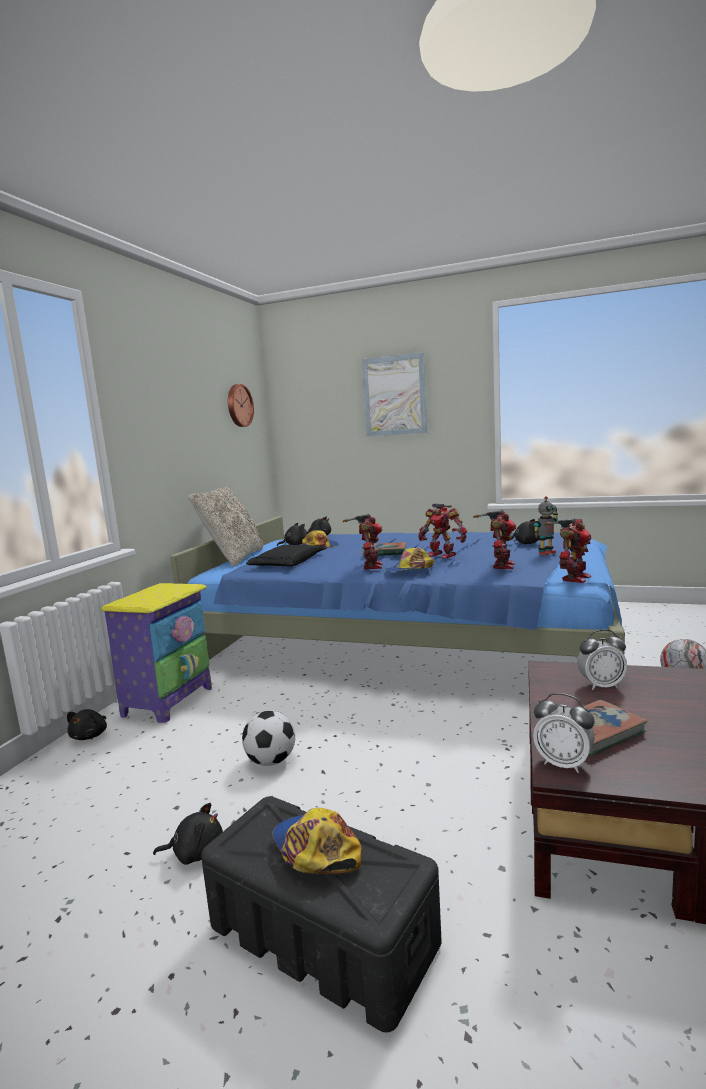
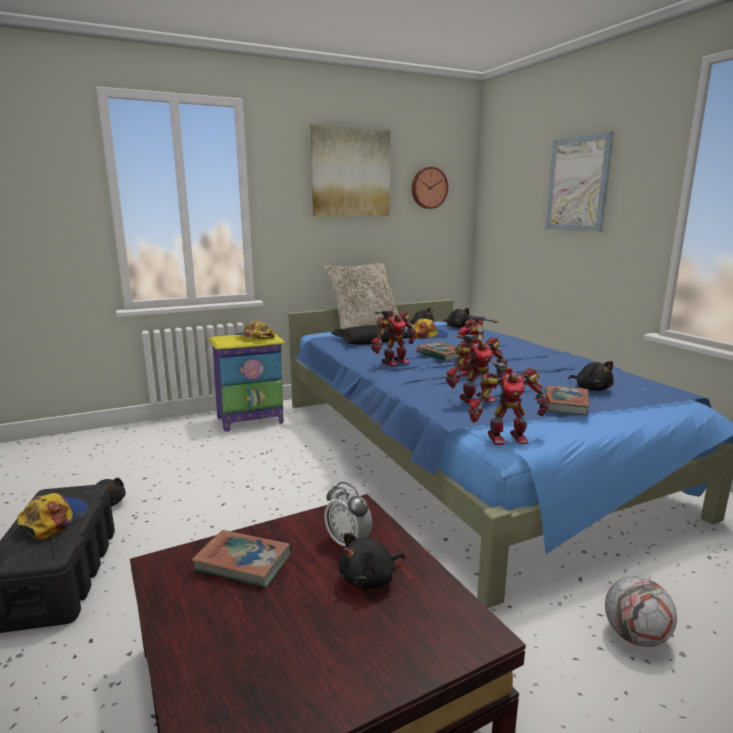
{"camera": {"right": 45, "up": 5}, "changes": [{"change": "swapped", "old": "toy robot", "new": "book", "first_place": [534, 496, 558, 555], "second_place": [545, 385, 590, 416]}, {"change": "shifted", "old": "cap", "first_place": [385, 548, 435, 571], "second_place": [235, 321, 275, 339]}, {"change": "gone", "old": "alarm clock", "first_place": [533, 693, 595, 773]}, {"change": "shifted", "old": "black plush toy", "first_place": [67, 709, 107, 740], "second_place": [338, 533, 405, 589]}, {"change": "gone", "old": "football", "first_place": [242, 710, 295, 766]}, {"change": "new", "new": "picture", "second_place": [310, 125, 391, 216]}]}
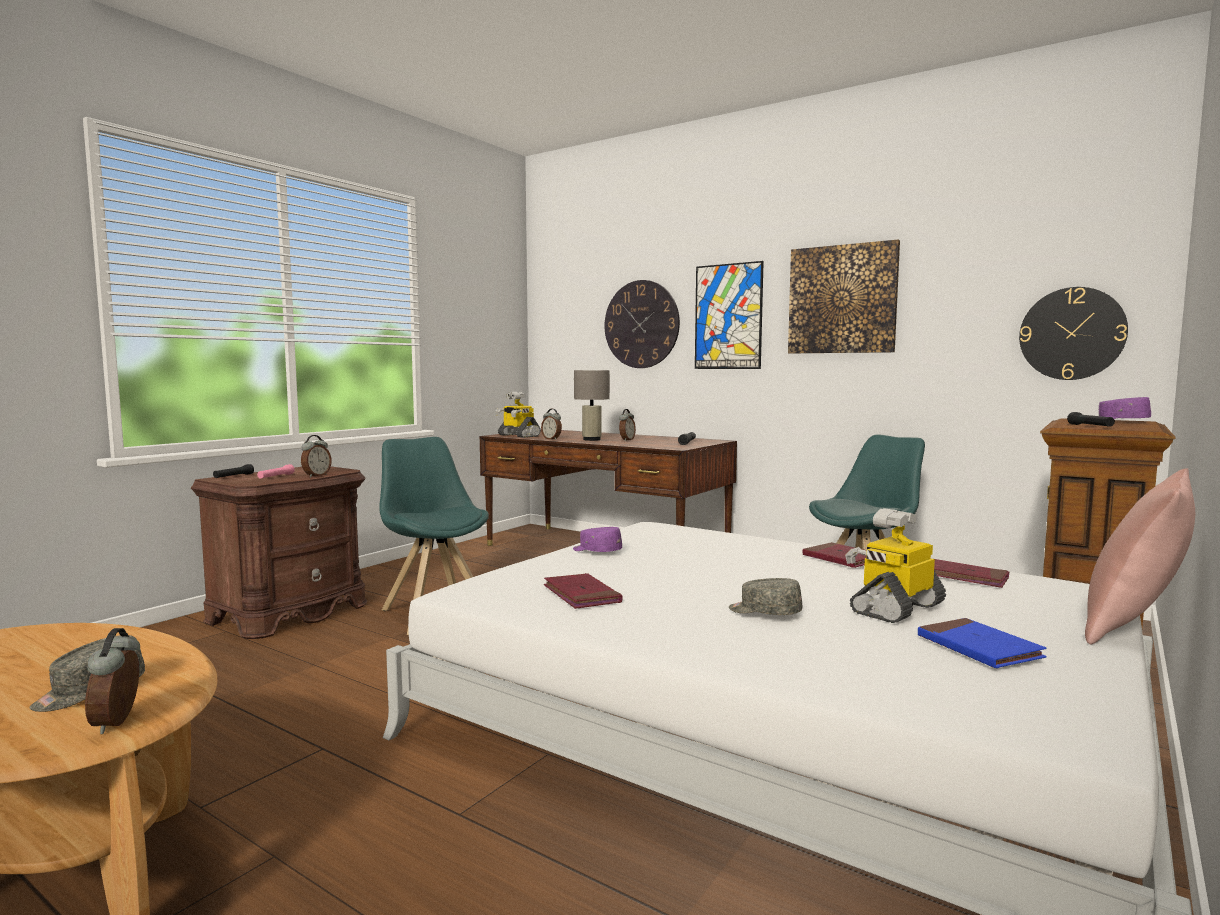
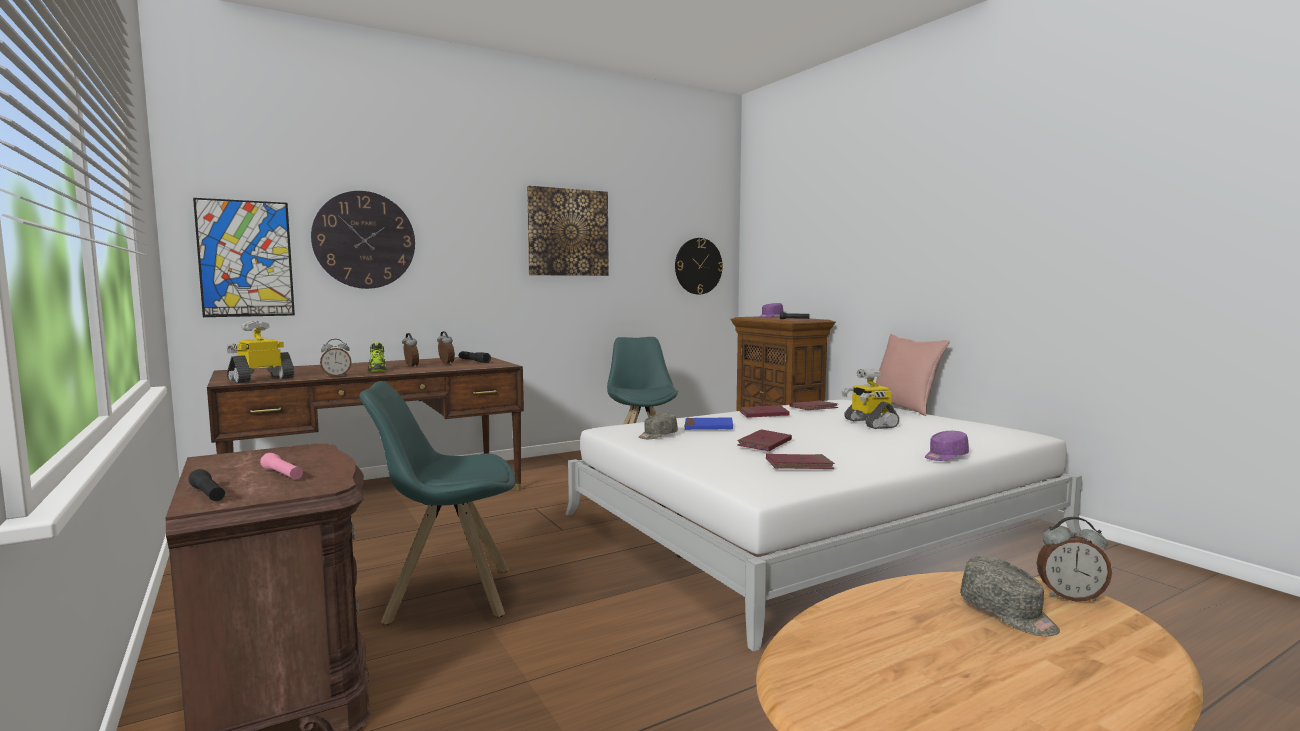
{"camera": {"right": -65, "up": 0}, "changes": [{"change": "shifted", "old": "picture", "first_place": [695, 261, 764, 369], "second_place": [193, 198, 295, 317]}, {"change": "swapped", "old": "grey table lamp", "new": "shoe", "first_place": [574, 370, 610, 441], "second_place": [368, 343, 387, 372]}, {"change": "rotated", "old": "toy robot", "first_place": [495, 392, 541, 438], "second_place": [227, 321, 294, 383], "degrees": 150}, {"change": "shifted", "old": "alarm clock", "first_place": [301, 435, 332, 478], "second_place": [437, 331, 455, 364]}, {"change": "shifted", "old": "purple cap", "first_place": [573, 527, 622, 552], "second_place": [925, 431, 969, 461]}, {"change": "shifted", "old": "grey cap", "first_place": [729, 578, 802, 615], "second_place": [639, 413, 678, 439]}, {"change": "shifted", "old": "blue book", "first_place": [918, 618, 1046, 668], "second_place": [685, 417, 733, 430]}, {"change": "new", "new": "red book", "second_place": [737, 429, 792, 451]}]}
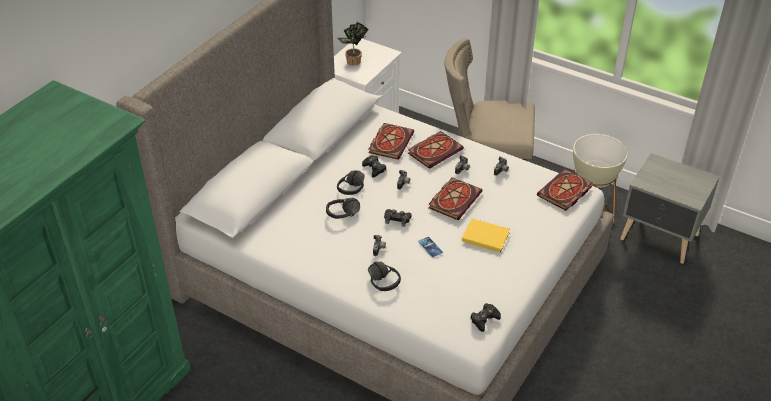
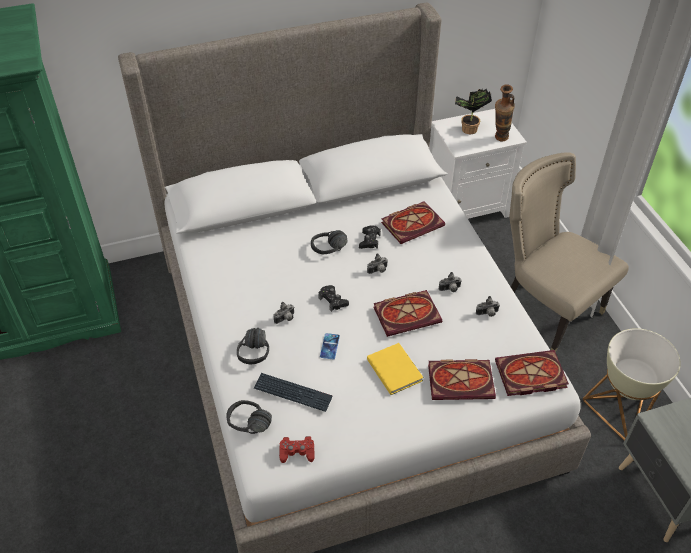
{"camera": {"right": 40, "up": 5}, "changes": [{"change": "shifted", "old": "book", "first_place": [408, 131, 464, 169], "second_place": [428, 359, 496, 400]}, {"change": "shifted", "old": "black headphones", "first_place": [326, 198, 360, 219], "second_place": [227, 400, 272, 434]}, {"change": "repainted", "old": "black game controller", "new": "red game controller", "first_place": [470, 303, 501, 332], "second_place": [279, 436, 315, 463]}, {"change": "new", "new": "vase", "second_place": [495, 84, 515, 141]}, {"change": "new", "new": "keyboard", "second_place": [254, 373, 333, 412]}]}
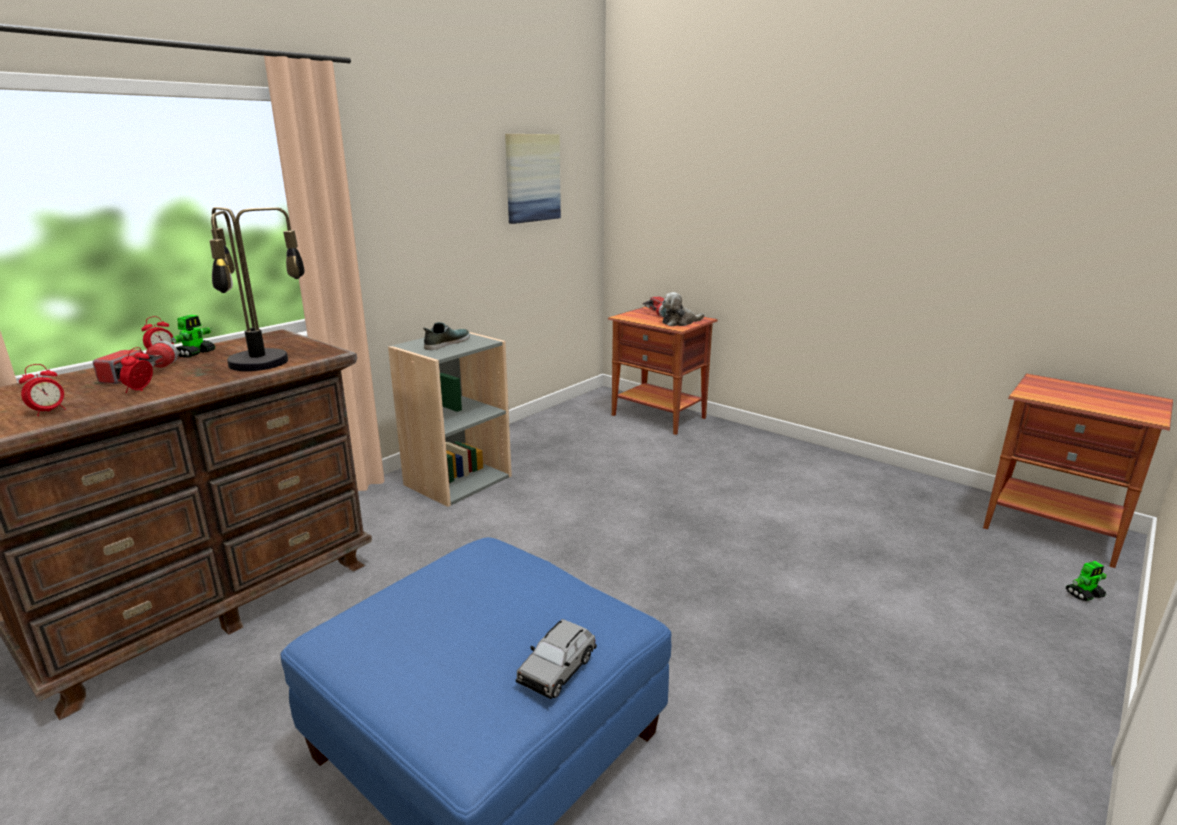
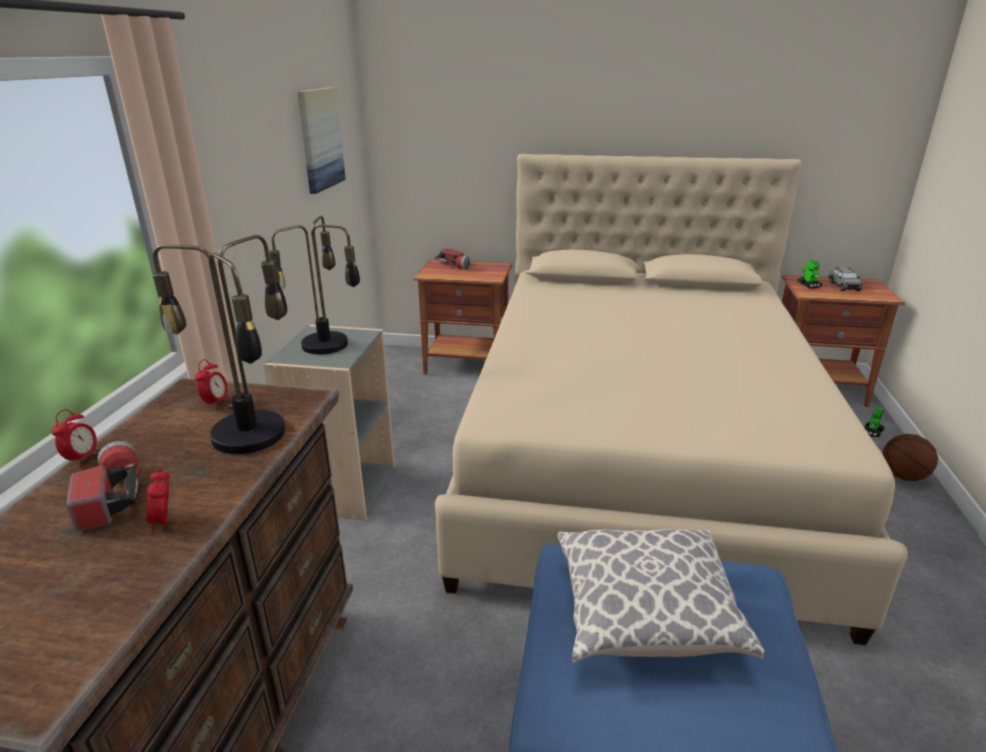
{"camera": {"right": -30, "up": 5}, "changes": [{"change": "gone", "old": "plush toy", "first_place": [662, 292, 704, 326]}, {"change": "shifted", "old": "toy robot", "first_place": [171, 315, 215, 358], "second_place": [797, 261, 822, 289]}, {"change": "swapped", "old": "shoe", "new": "table lamp", "first_place": [423, 322, 470, 350], "second_place": [269, 216, 360, 354]}, {"change": "shifted", "old": "alarm clock", "first_place": [19, 364, 66, 416], "second_place": [195, 359, 229, 408]}, {"change": "shifted", "old": "grey toy car", "first_place": [516, 619, 597, 699], "second_place": [828, 268, 863, 291]}, {"change": "new", "new": "beige bed", "second_place": [435, 154, 908, 645]}, {"change": "new", "new": "basketball", "second_place": [883, 434, 938, 481]}, {"change": "new", "new": "pillow", "second_place": [558, 529, 765, 663]}]}
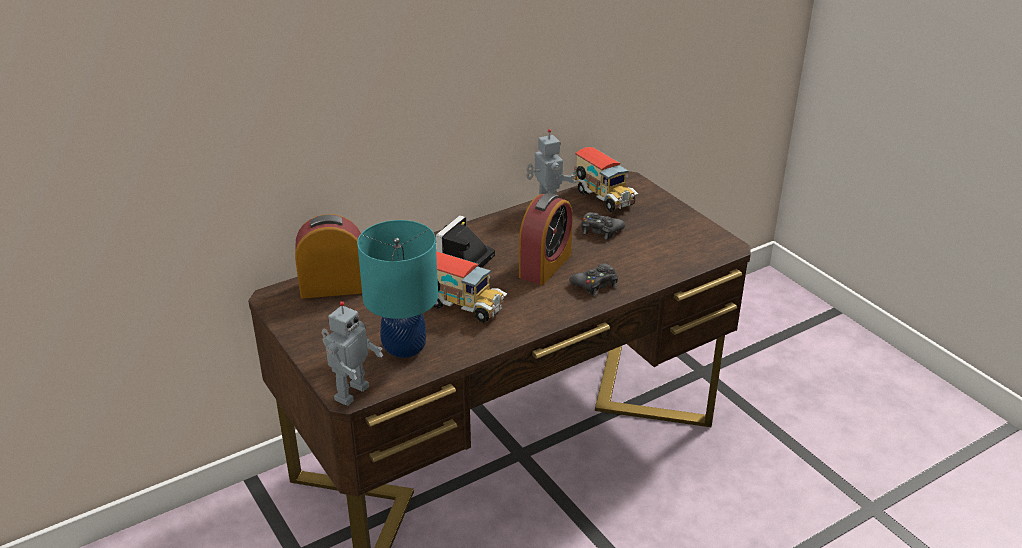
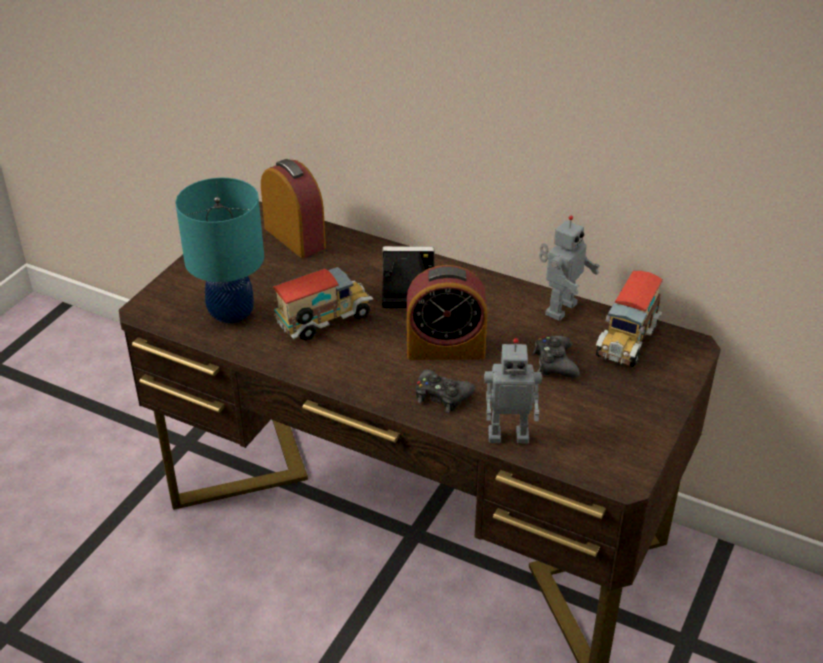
{"camera": {"right": 60, "up": 5}, "changes": [{"change": "rotated", "old": "toy truck", "first_place": [433, 251, 507, 323], "second_place": [273, 267, 373, 341], "degrees": -120}, {"change": "shifted", "old": "toy robot", "first_place": [322, 301, 383, 406], "second_place": [484, 338, 542, 444]}]}
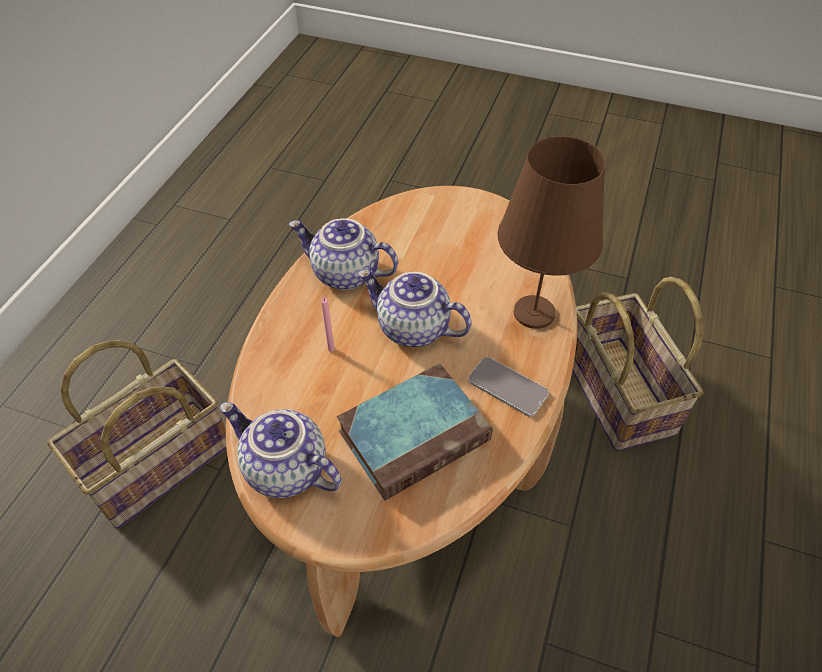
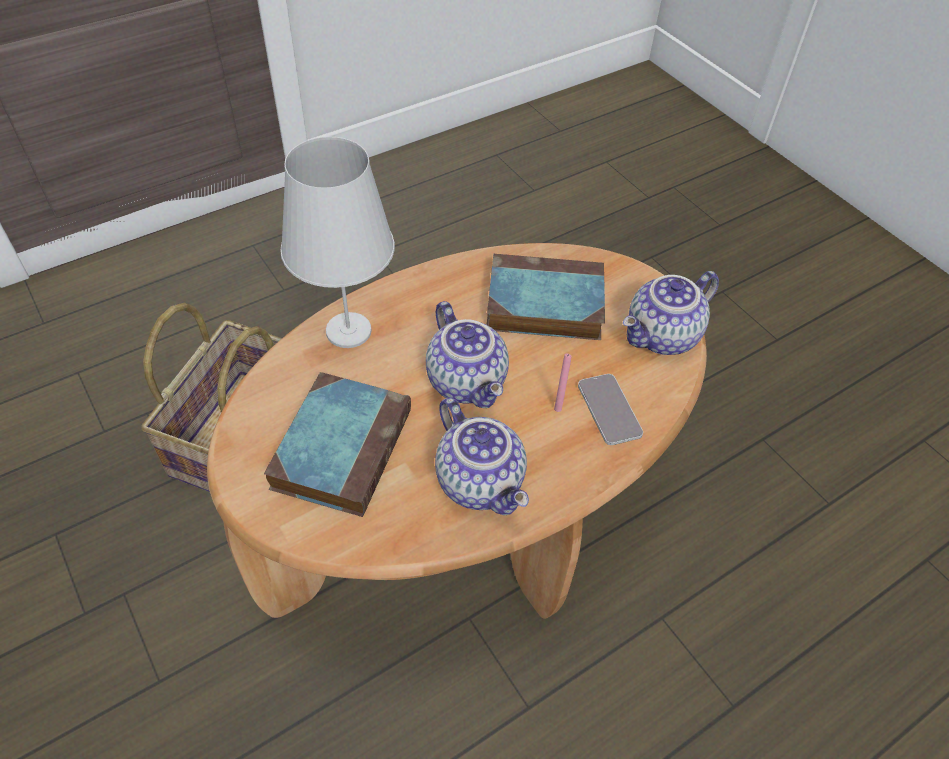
{"camera": {"right": -145, "up": 0}, "changes": [{"change": "repainted", "old": "brown table lamp", "new": "white table lamp", "first_place": [498, 136, 606, 329], "second_place": [280, 137, 395, 348]}, {"change": "gone", "old": "basket", "first_place": [47, 340, 226, 529]}, {"change": "shifted", "old": "phone", "first_place": [468, 357, 549, 417], "second_place": [578, 374, 643, 445]}, {"change": "rotated", "old": "teapot", "first_place": [220, 402, 342, 498], "second_place": [623, 271, 719, 355], "degrees": 75}, {"change": "new", "new": "book", "second_place": [264, 372, 411, 517]}]}
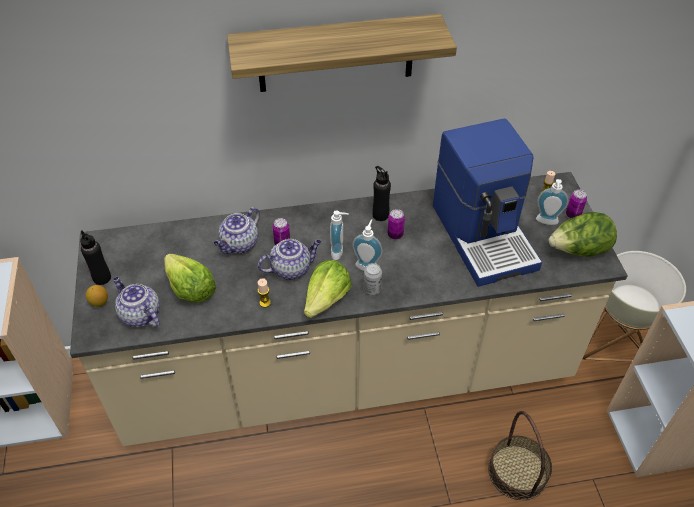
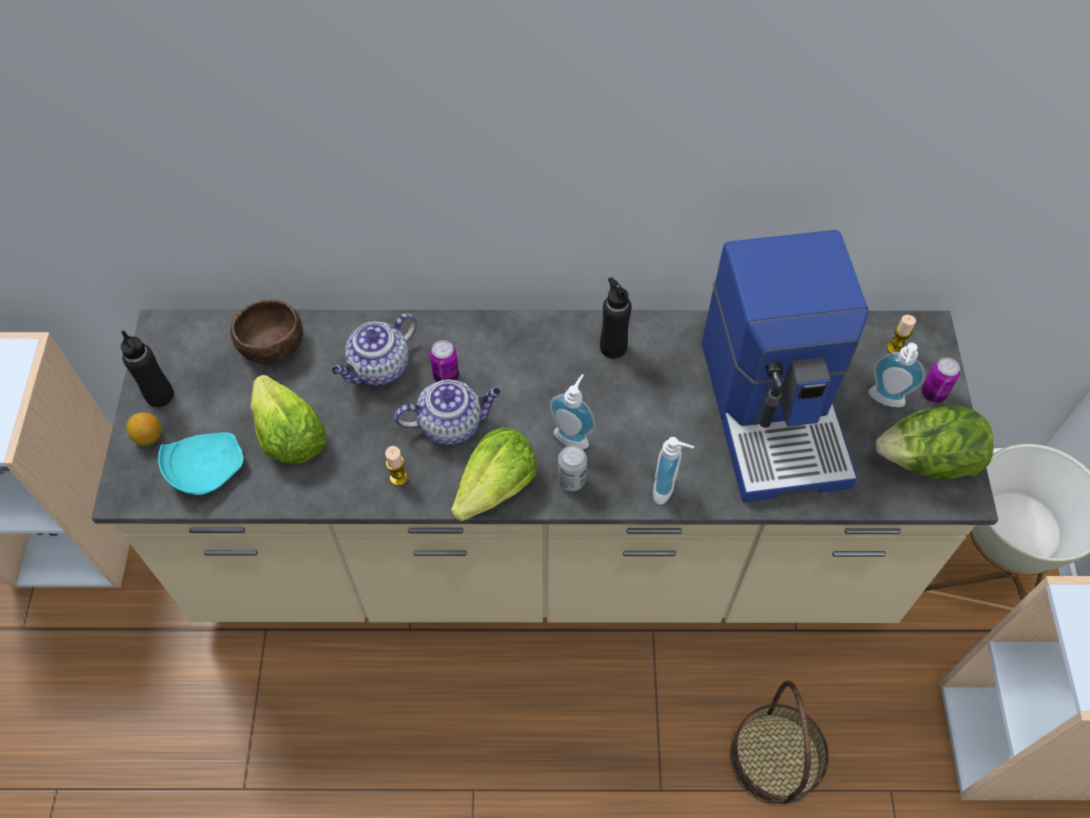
{"camera": {"right": 10, "up": 10}, "changes": [{"change": "gone", "old": "shelf", "first_place": [227, 14, 457, 92]}, {"change": "gone", "old": "can", "first_place": [388, 209, 405, 239]}, {"change": "shifted", "old": "soap dispenser", "first_place": [330, 210, 349, 260], "second_place": [653, 437, 694, 505]}, {"change": "swapped", "old": "teapot", "new": "turquoise plate", "first_place": [113, 277, 160, 327], "second_place": [158, 432, 243, 495]}, {"change": "new", "new": "brown bowl", "second_place": [231, 299, 303, 366]}]}
